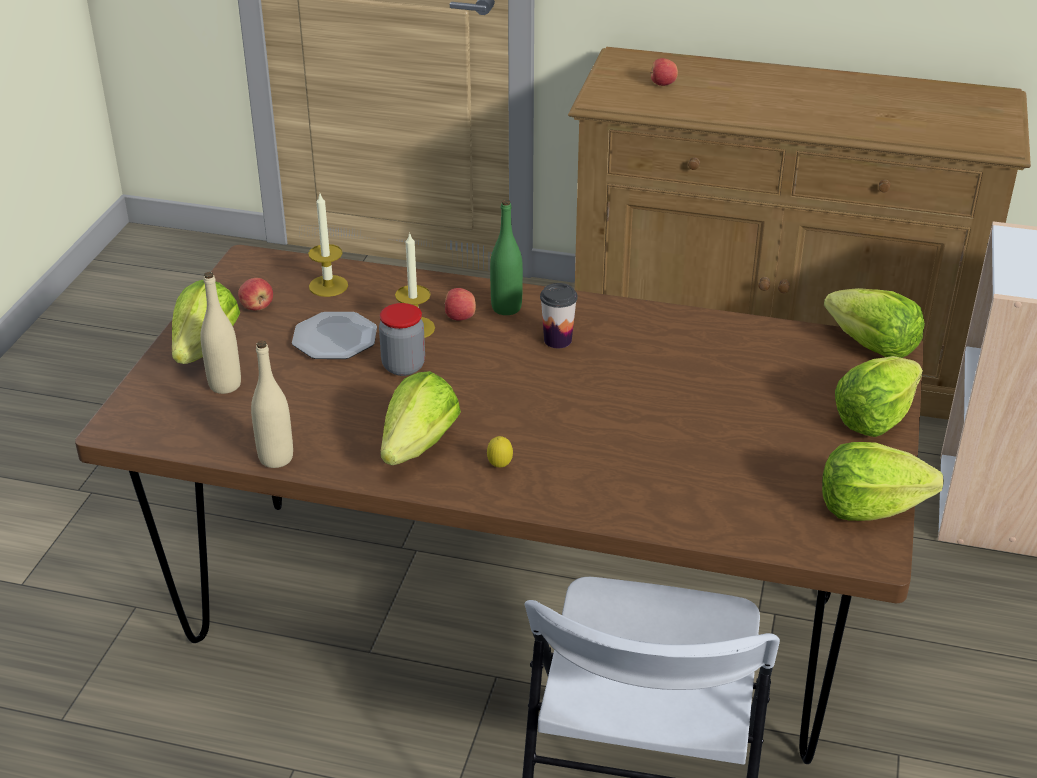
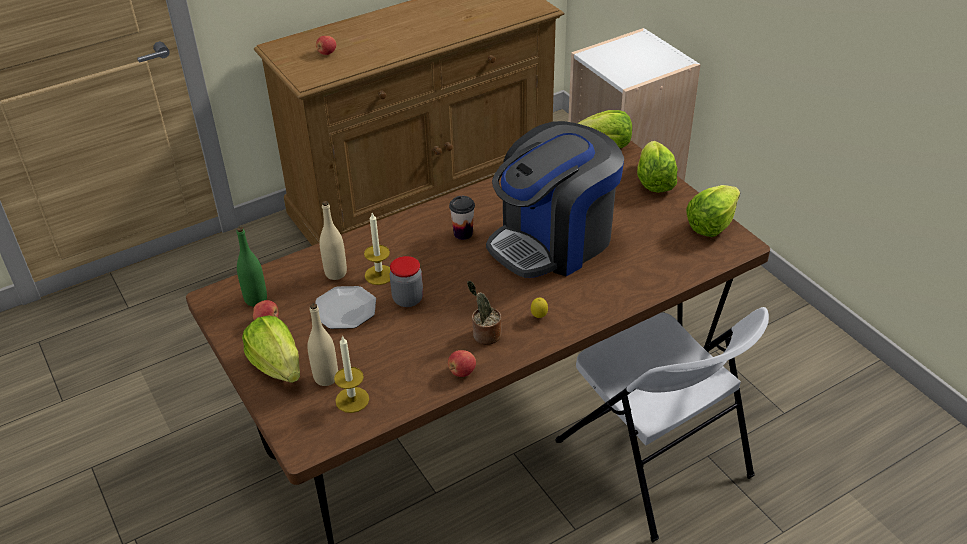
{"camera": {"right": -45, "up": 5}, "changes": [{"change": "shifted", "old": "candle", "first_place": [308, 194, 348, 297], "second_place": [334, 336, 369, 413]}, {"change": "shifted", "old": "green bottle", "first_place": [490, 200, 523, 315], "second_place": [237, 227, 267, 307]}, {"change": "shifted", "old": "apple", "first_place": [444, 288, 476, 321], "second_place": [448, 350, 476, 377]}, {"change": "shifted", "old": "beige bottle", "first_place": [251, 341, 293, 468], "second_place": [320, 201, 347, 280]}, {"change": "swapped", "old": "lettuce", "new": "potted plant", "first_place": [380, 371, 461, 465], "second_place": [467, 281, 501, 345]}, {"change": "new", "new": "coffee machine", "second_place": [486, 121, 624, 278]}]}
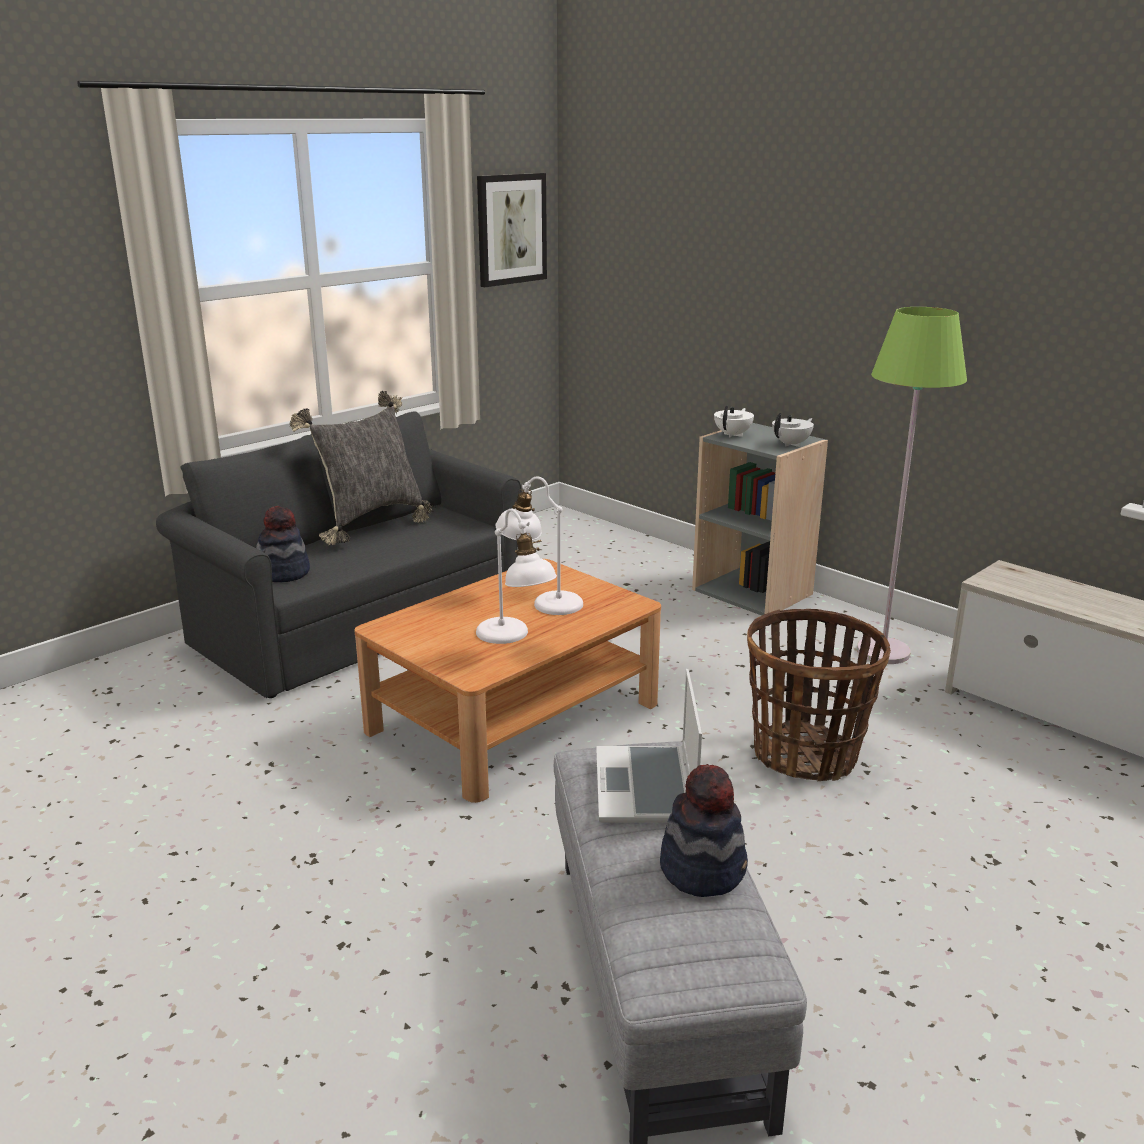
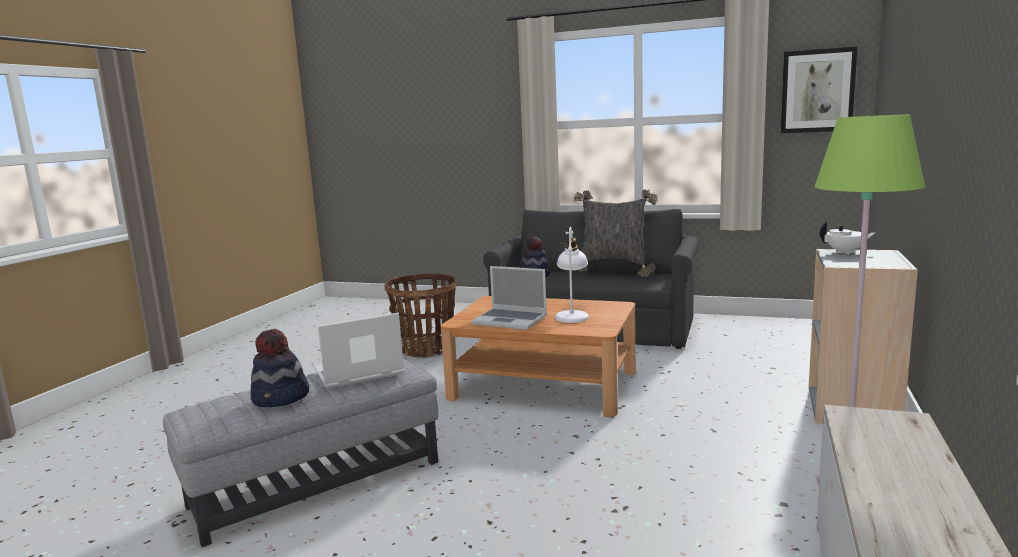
{"camera": {"right": 65, "up": -10}, "changes": [{"change": "gone", "old": "white teapot", "first_place": [772, 413, 814, 447]}, {"change": "swapped", "old": "white table lamp", "new": "laptop", "first_place": [476, 509, 557, 644], "second_place": [471, 266, 547, 330]}, {"change": "shifted", "old": "basket", "first_place": [747, 609, 891, 781], "second_place": [384, 273, 457, 357]}]}
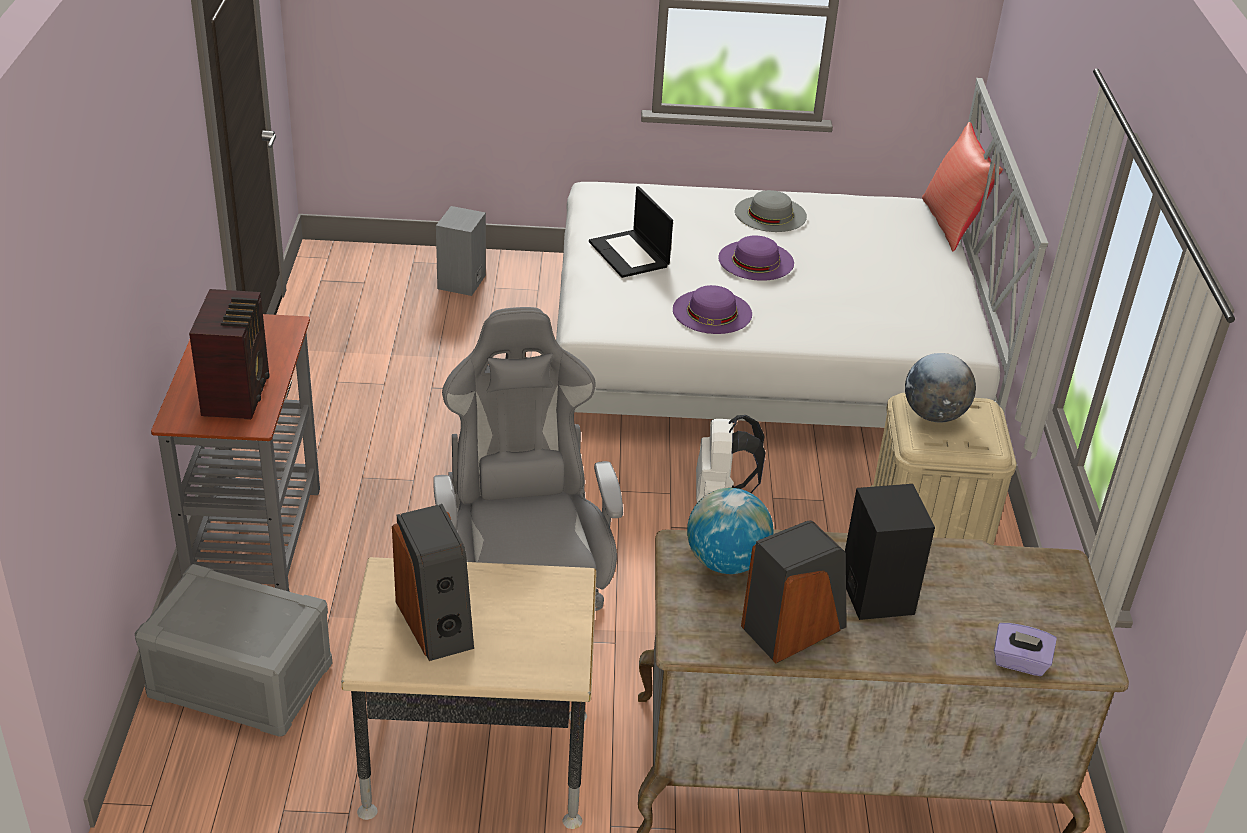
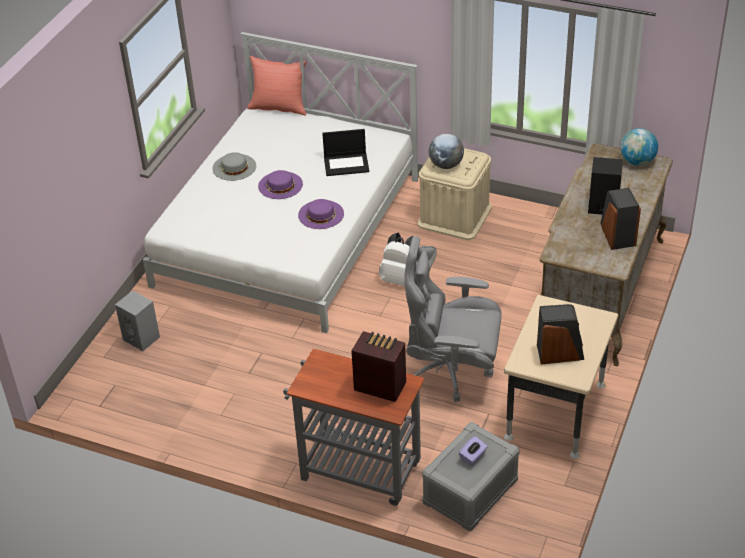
{"camera": {"right": -65, "up": 5}, "changes": [{"change": "shifted", "old": "laptop", "first_place": [589, 186, 673, 278], "second_place": [322, 129, 369, 176]}, {"change": "shifted", "old": "globe", "first_place": [687, 488, 774, 574], "second_place": [620, 128, 658, 165]}, {"change": "shifted", "old": "purple tissue box", "first_place": [994, 623, 1057, 676], "second_place": [459, 436, 488, 466]}]}
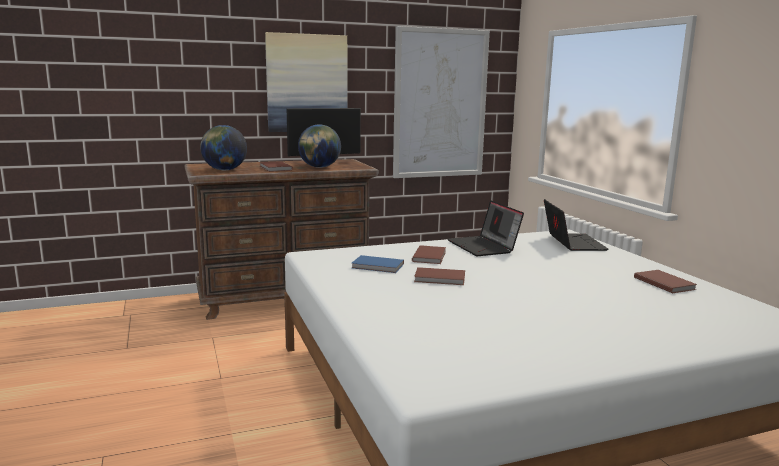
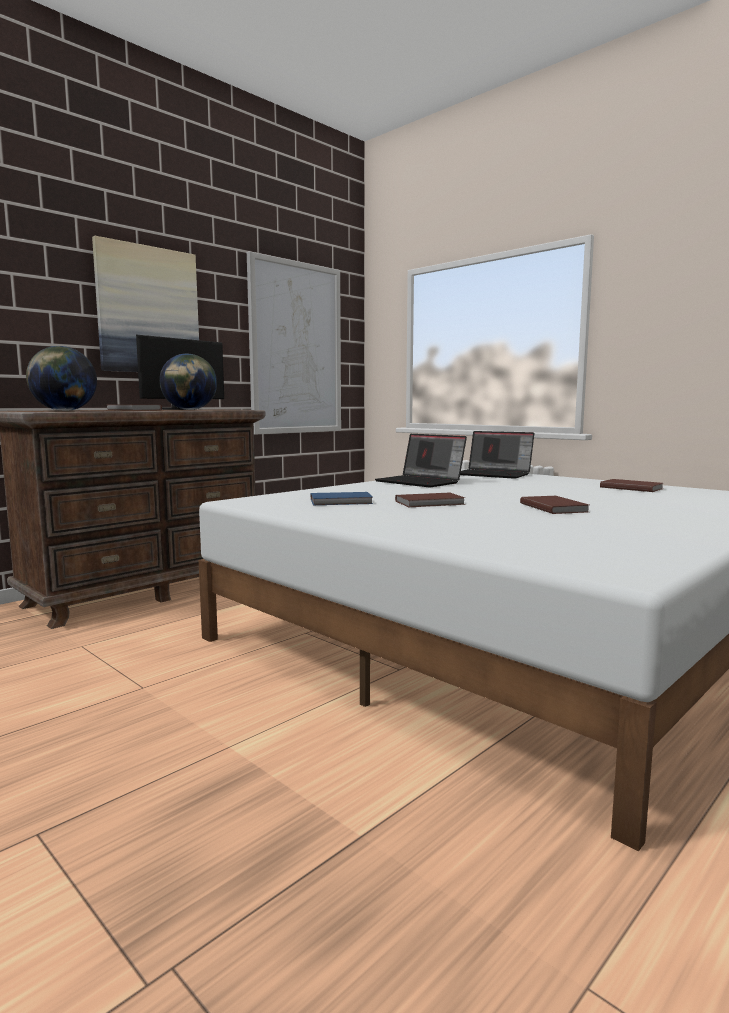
{"camera": {"right": -25, "up": -5}, "changes": [{"change": "rotated", "old": "laptop", "first_place": [544, 199, 608, 251], "second_place": [460, 431, 534, 479], "degrees": 150}, {"change": "shifted", "old": "brown book", "first_place": [412, 245, 446, 264], "second_place": [520, 496, 589, 514]}]}
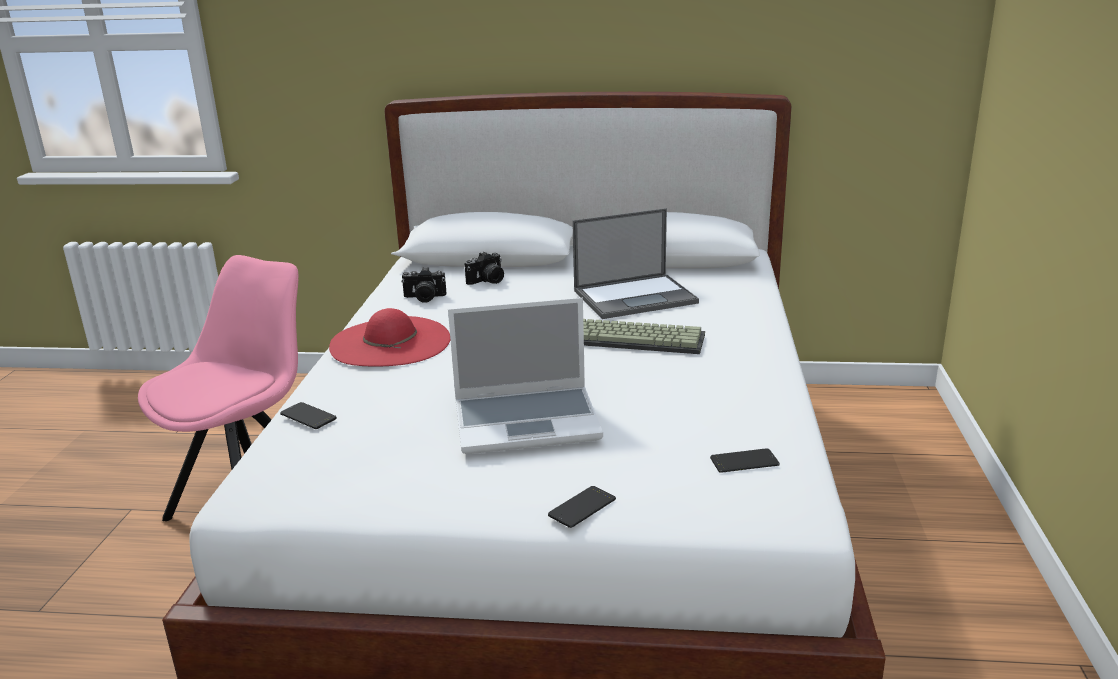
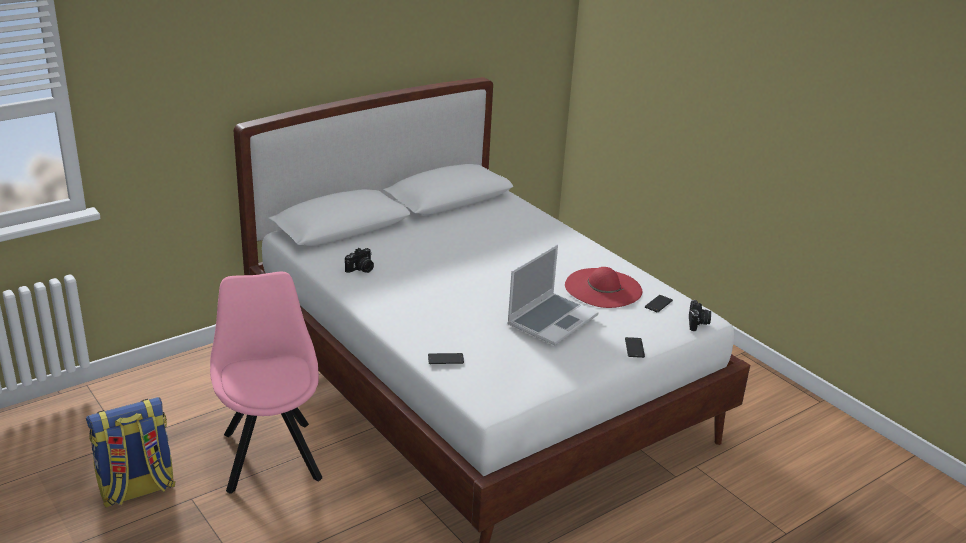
{"camera": {"right": -45, "up": 5}, "changes": [{"change": "gone", "old": "laptop", "first_place": [572, 208, 699, 319]}, {"change": "shifted", "old": "photo camera", "first_place": [464, 252, 504, 285], "second_place": [689, 300, 711, 331]}, {"change": "shifted", "old": "red hat", "first_place": [329, 308, 450, 366], "second_place": [565, 267, 642, 308]}, {"change": "gone", "old": "keyboard", "first_place": [583, 319, 705, 354]}, {"change": "new", "new": "backpack", "second_place": [86, 397, 176, 507]}]}
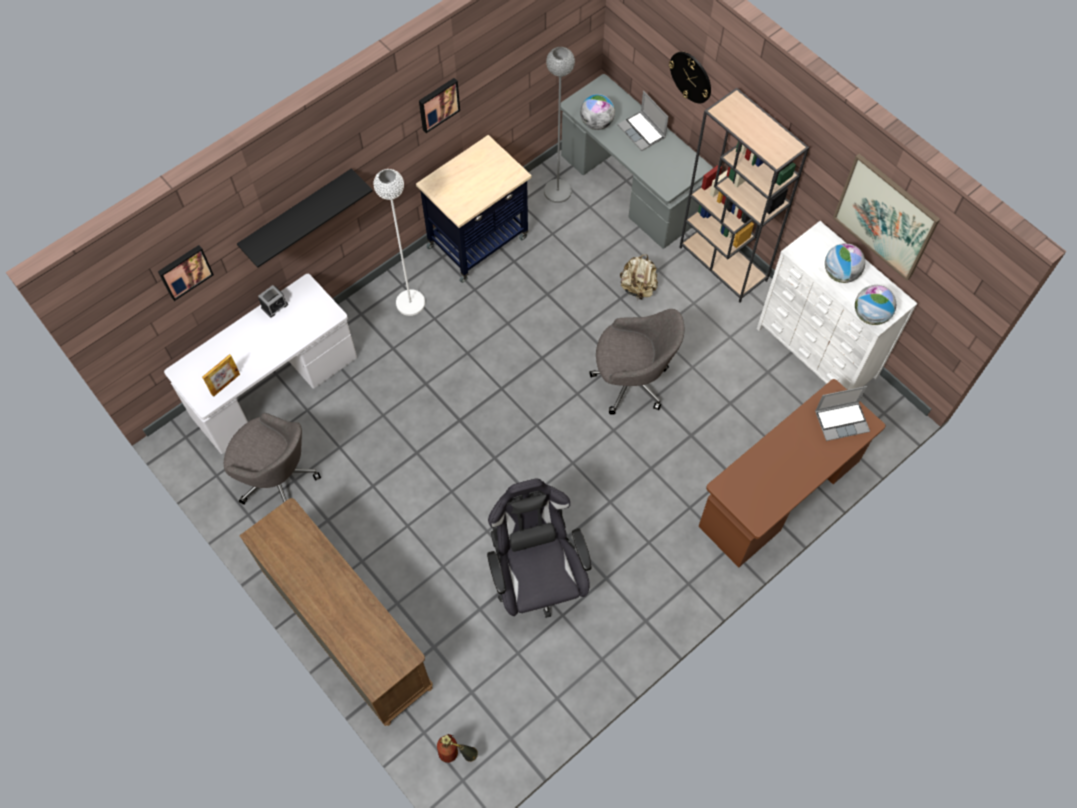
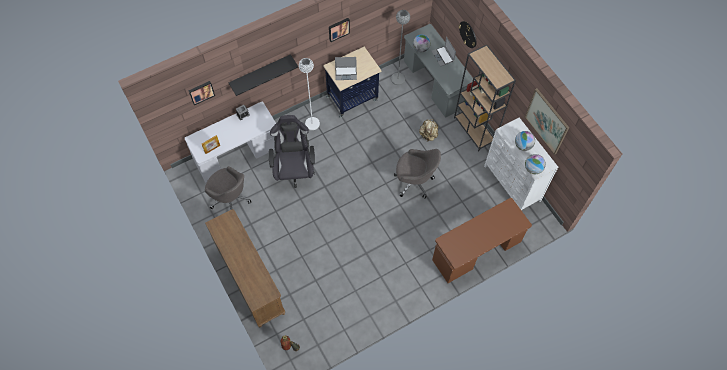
{"camera": {"right": 10, "up": 0}, "changes": [{"change": "shifted", "old": "laptop", "first_place": [815, 386, 870, 441], "second_place": [335, 57, 357, 80]}, {"change": "shifted", "old": "black office chair", "first_place": [487, 478, 591, 618], "second_place": [269, 115, 315, 188]}]}
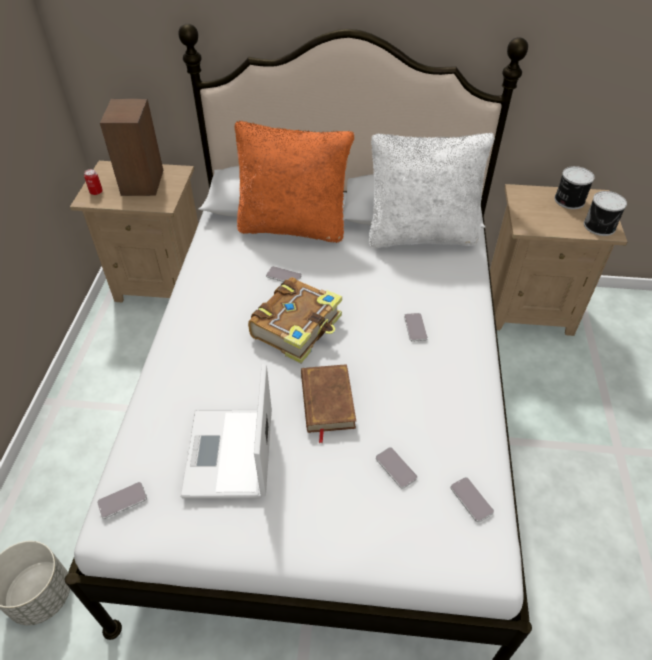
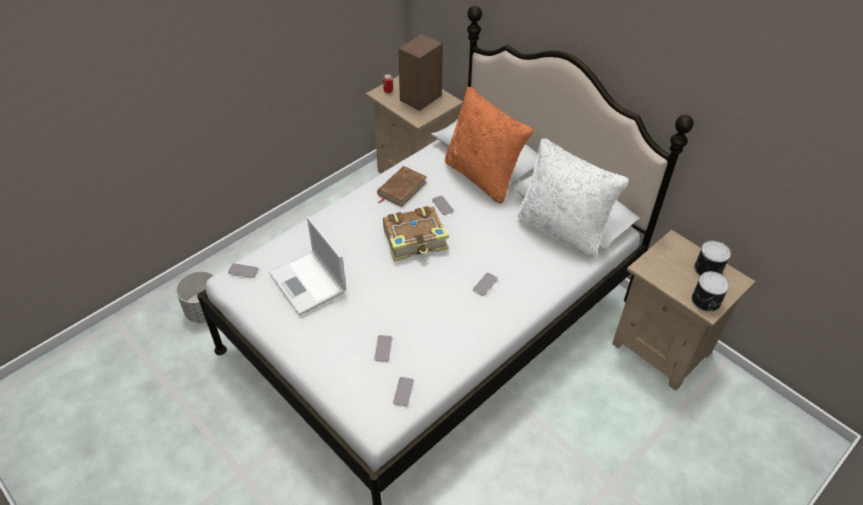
{"camera": {"right": 40, "up": 0}, "changes": [{"change": "rotated", "old": "laptop", "first_place": [180, 364, 272, 499], "second_place": [269, 217, 347, 315], "degrees": -75}, {"change": "shifted", "old": "brown book", "first_place": [301, 364, 356, 444], "second_place": [377, 166, 427, 207]}]}
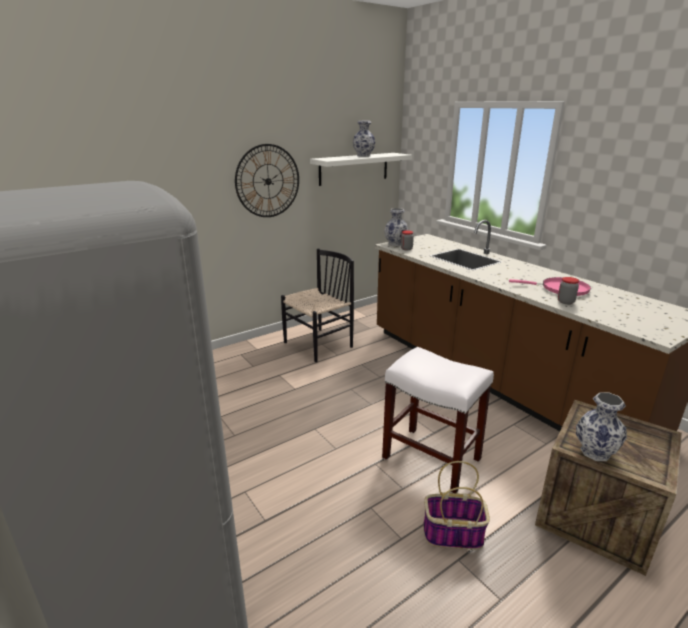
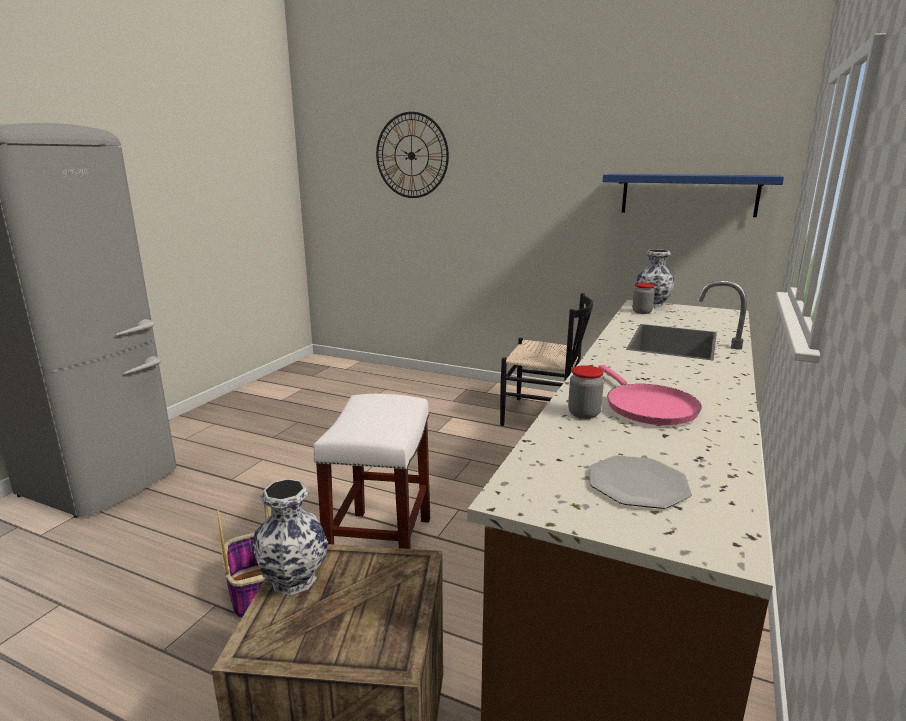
{"camera": {"right": 60, "up": -5}, "changes": [{"change": "gone", "old": "vase", "first_place": [353, 121, 375, 157]}, {"change": "shifted", "old": "wall clock", "first_place": [235, 144, 299, 217], "second_place": [376, 112, 449, 198]}, {"change": "repainted", "old": "white shelf", "new": "blue shelf", "first_place": [310, 153, 412, 186], "second_place": [603, 174, 784, 217]}, {"change": "new", "new": "plate", "second_place": [589, 455, 692, 509]}]}
